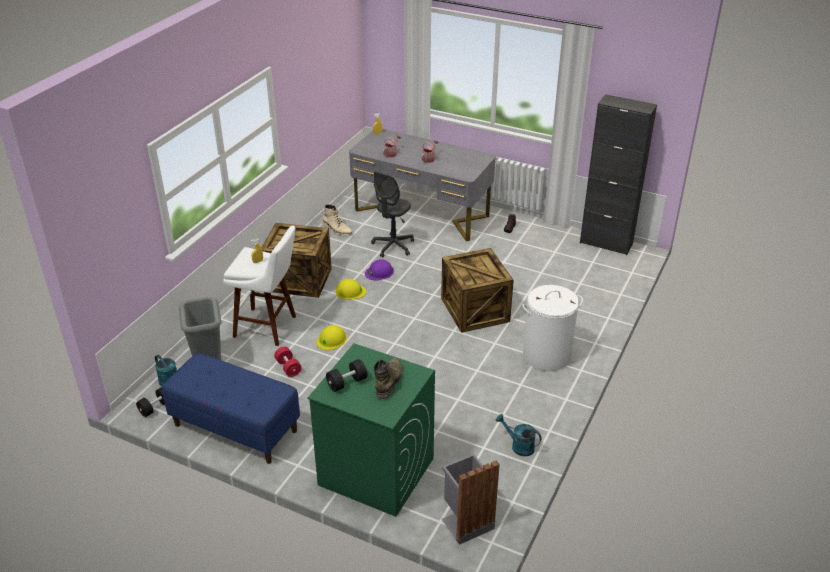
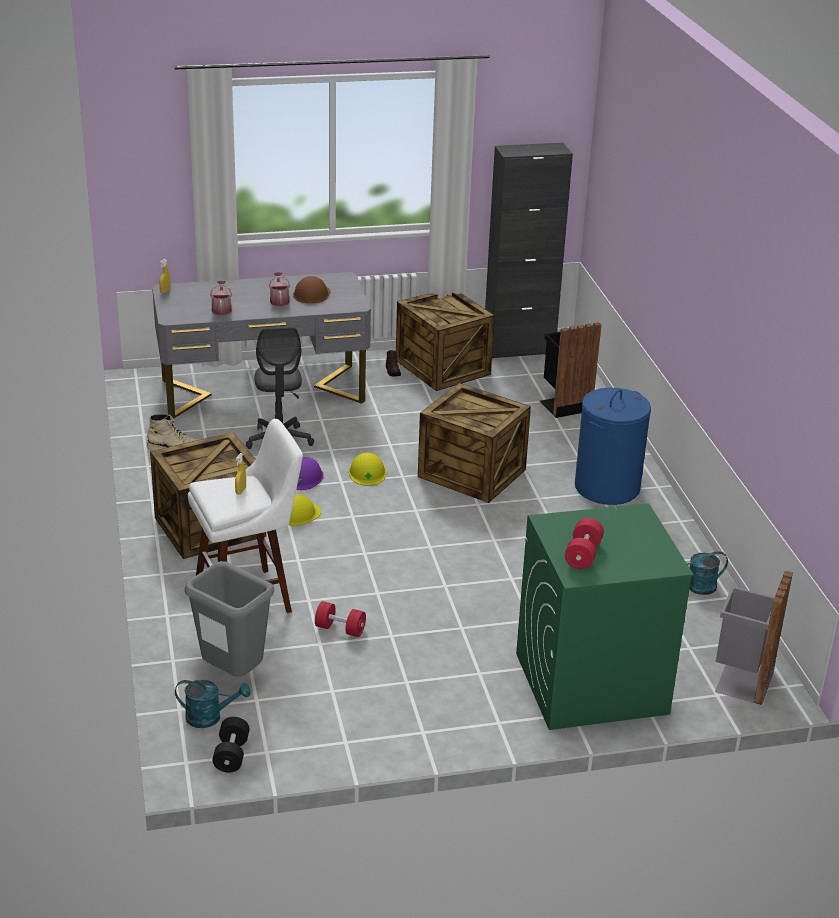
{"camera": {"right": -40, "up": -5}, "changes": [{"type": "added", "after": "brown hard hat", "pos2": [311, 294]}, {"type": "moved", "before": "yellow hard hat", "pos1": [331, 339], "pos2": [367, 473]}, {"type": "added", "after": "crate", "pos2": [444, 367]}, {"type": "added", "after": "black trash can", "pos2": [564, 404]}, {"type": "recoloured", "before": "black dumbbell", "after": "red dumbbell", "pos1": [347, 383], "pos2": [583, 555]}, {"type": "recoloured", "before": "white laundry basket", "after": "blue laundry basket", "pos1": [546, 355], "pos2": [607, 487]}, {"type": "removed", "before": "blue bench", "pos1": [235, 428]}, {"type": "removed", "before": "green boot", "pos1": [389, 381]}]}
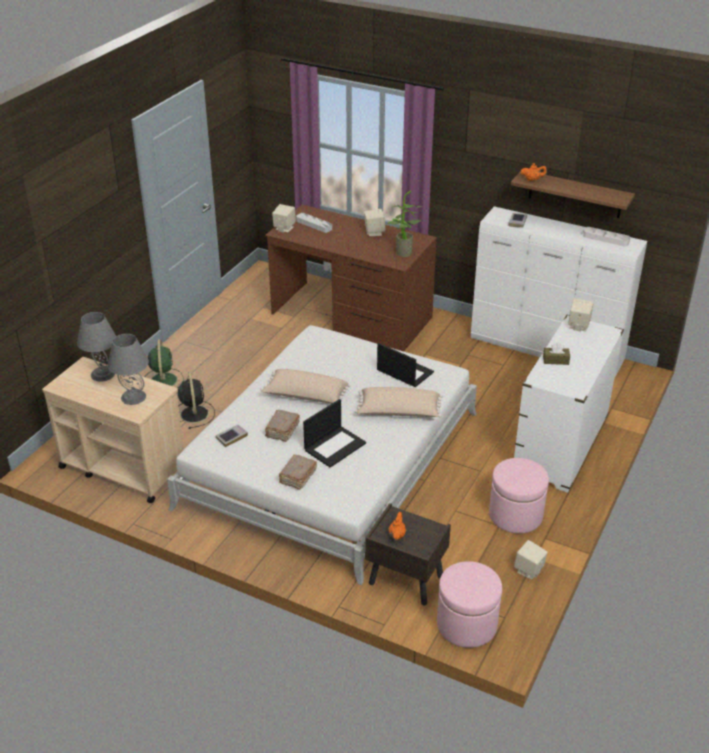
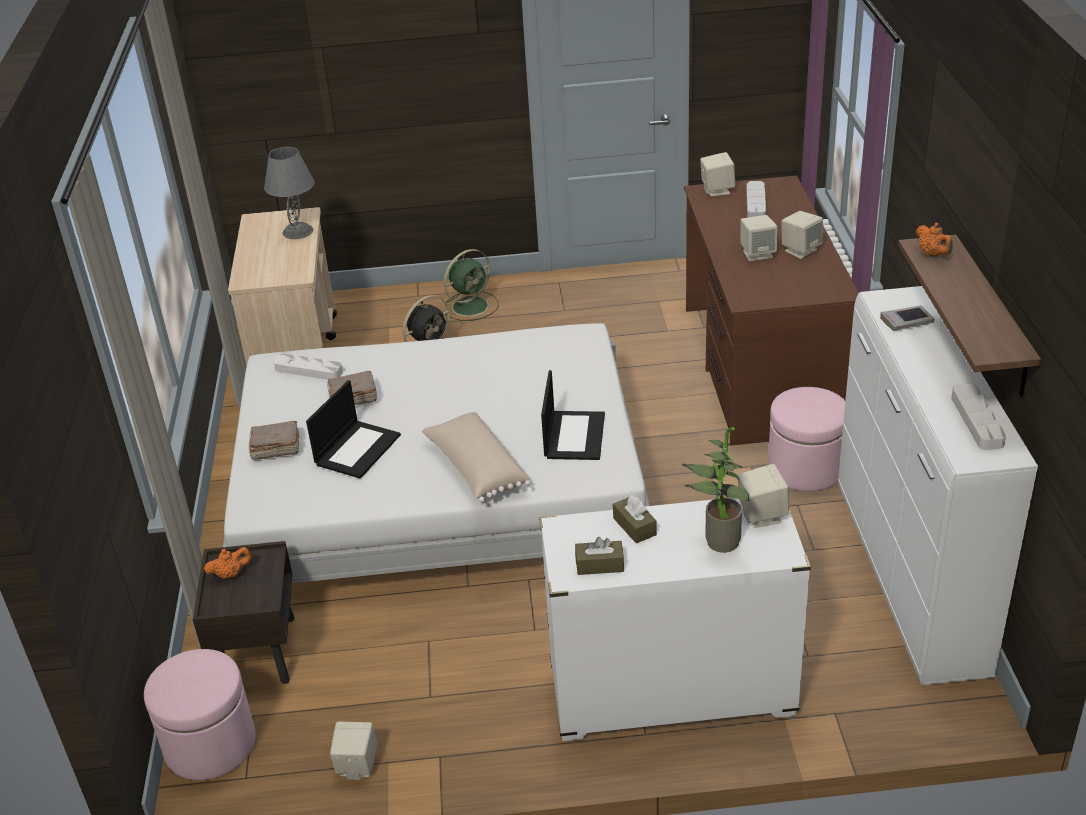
{"camera": {"right": 60, "up": 0}, "changes": [{"type": "replaced", "before": "book", "after": "white tray", "pos1": [231, 437], "pos2": [309, 370]}, {"type": "turned", "before": "laptop", "pos1": [335, 446], "pos2": [357, 449], "turn": -75}, {"type": "added", "after": "brown tissue box", "pos2": [599, 565]}, {"type": "moved", "before": "potted plant", "pos1": [403, 254], "pos2": [717, 542]}, {"type": "added", "after": "beige speaker", "pos2": [757, 254]}, {"type": "moved", "before": "pink ottoman", "pos1": [515, 515], "pos2": [805, 468]}, {"type": "removed", "before": "grey table lamp", "pos1": [133, 397]}, {"type": "removed", "before": "beige pillow", "pos1": [305, 396]}]}
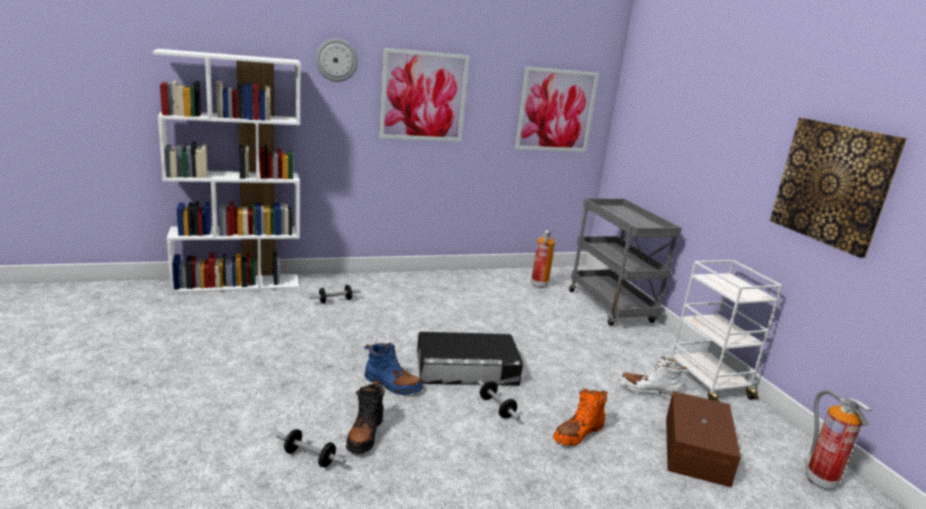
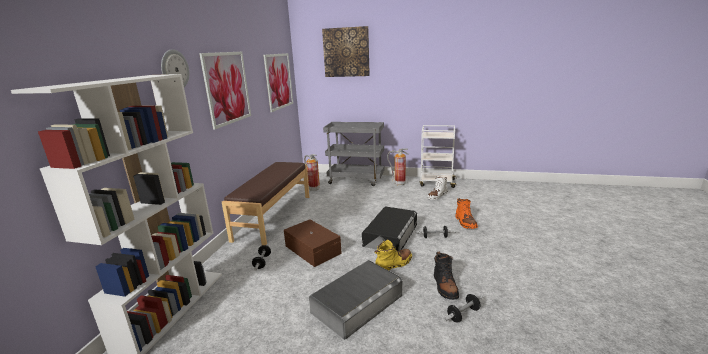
{"camera": {"right": -55, "up": 0}, "changes": [{"type": "added", "after": "brown bench", "pos2": [273, 217]}, {"type": "moved", "before": "brown storage box", "pos1": [697, 450], "pos2": [313, 249]}, {"type": "added", "after": "grey storage box", "pos2": [357, 304]}, {"type": "moved", "before": "picture", "pos1": [833, 184], "pos2": [346, 52]}, {"type": "recoloured", "before": "blue boot", "after": "yellow boot", "pos1": [392, 384], "pos2": [394, 264]}, {"type": "moved", "before": "fire extinguisher", "pos1": [818, 480], "pos2": [399, 183]}, {"type": "turned", "before": "black boot", "pos1": [365, 434], "pos2": [445, 286], "turn": 45}]}
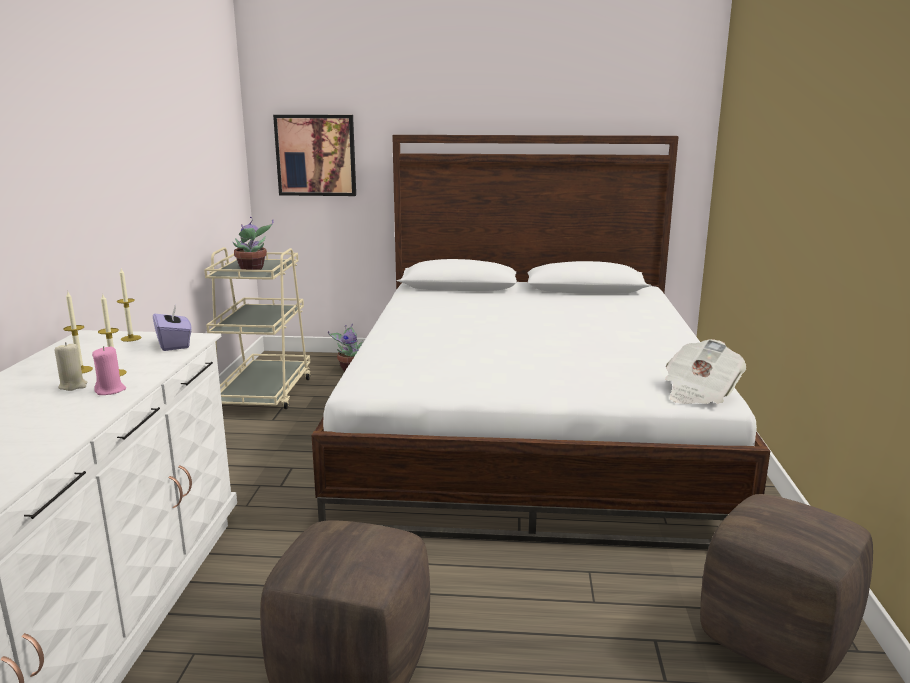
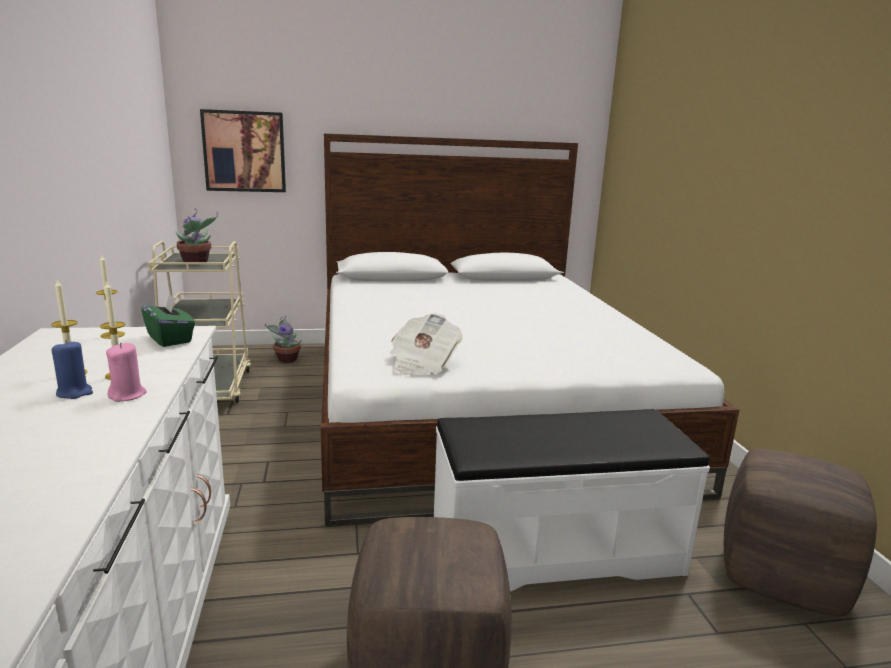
{"camera": {"right": -15, "up": 0}, "changes": [{"type": "recoloured", "before": "beige candle", "after": "blue candle", "pos1": [73, 386], "pos2": [74, 393]}, {"type": "recoloured", "before": "purple tissue box", "after": "green tissue box", "pos1": [174, 344], "pos2": [170, 339]}, {"type": "moved", "before": "newspaper", "pos1": [699, 393], "pos2": [422, 364]}, {"type": "added", "after": "white bench", "pos2": [554, 549]}]}
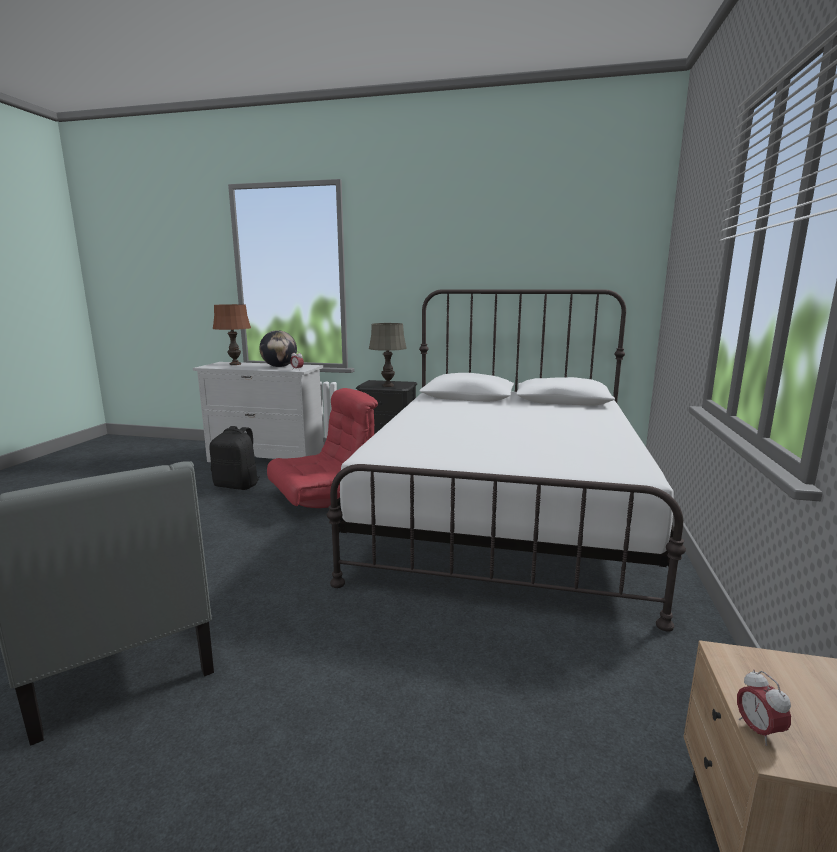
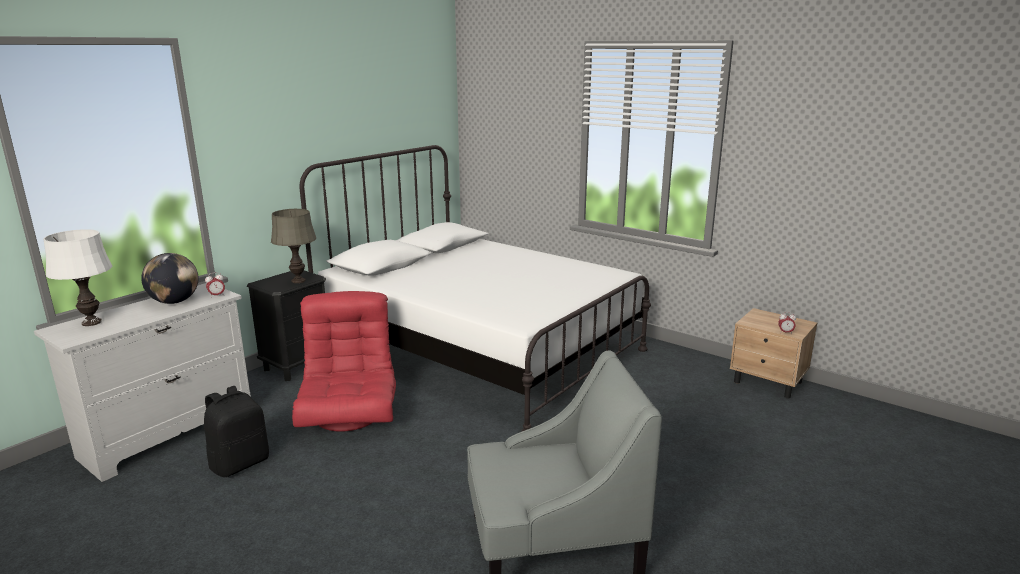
{"camera": {"right": -65, "up": 5}, "changes": [{"type": "recoloured", "before": "brown table lamp", "after": "white table lamp", "pos1": [235, 364], "pos2": [92, 322]}]}
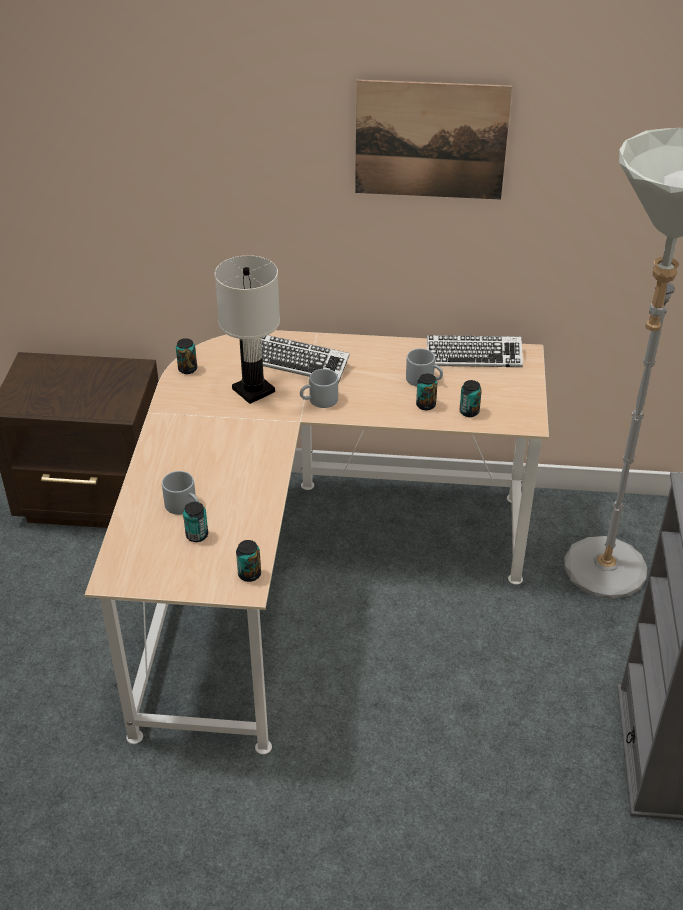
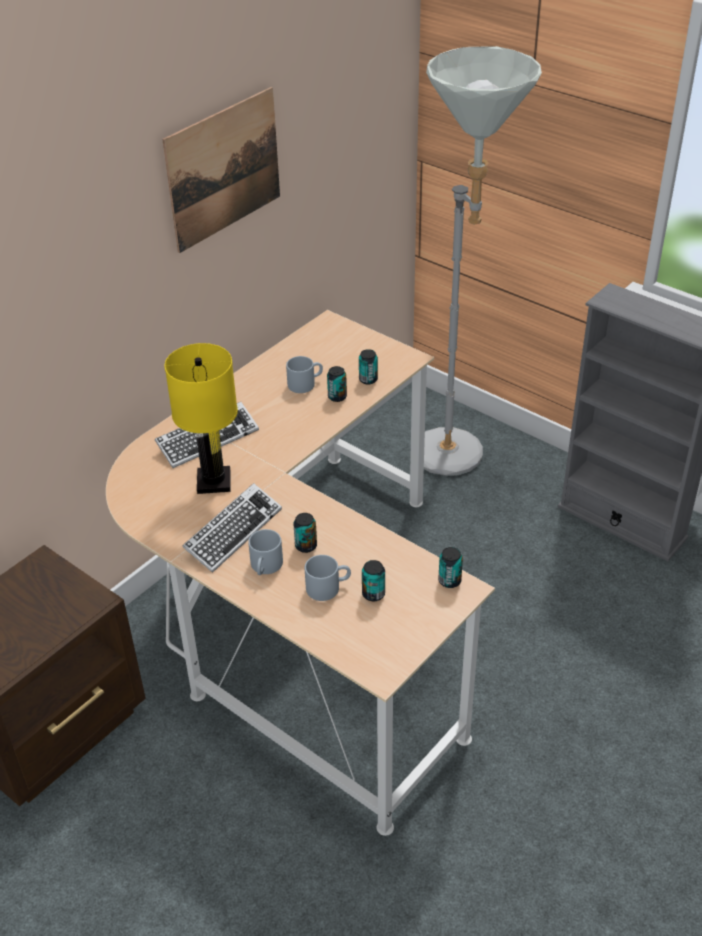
{"camera": {"right": -55, "up": 0}, "changes": [{"type": "recoloured", "before": "white table lamp", "after": "yellow table lamp", "pos1": [252, 390], "pos2": [213, 482]}, {"type": "moved", "before": "keyboard", "pos1": [473, 356], "pos2": [233, 532]}, {"type": "moved", "before": "grey mug", "pos1": [319, 401], "pos2": [266, 567]}, {"type": "moved", "before": "can", "pos1": [187, 369], "pos2": [306, 546]}]}
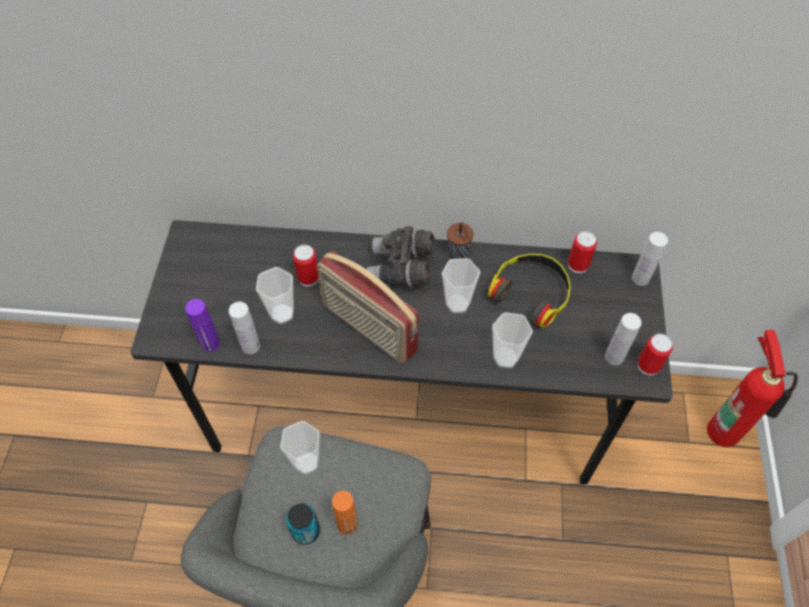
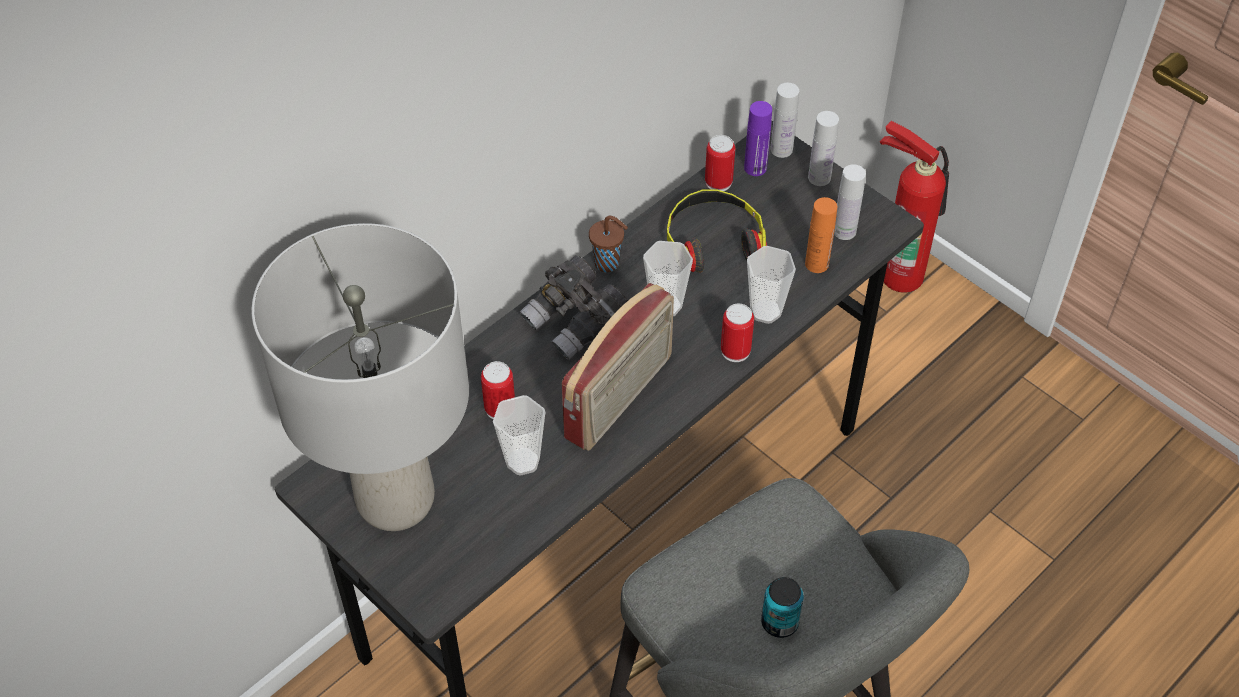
{"camera": {"right": -50, "up": -5}, "changes": [{"type": "added", "after": "grey table lamp", "pos2": [396, 499]}, {"type": "turned", "before": "radio", "pos1": [368, 329], "pos2": [620, 398], "turn": -45}, {"type": "moved", "before": "can", "pos1": [648, 365], "pos2": [735, 350]}, {"type": "moved", "before": "purple bottle", "pos1": [210, 343], "pos2": [755, 168]}, {"type": "moved", "before": "orange bottle", "pos1": [347, 524], "pos2": [816, 264]}, {"type": "moved", "before": "white bottle", "pos1": [250, 346], "pos2": [819, 177]}, {"type": "removed", "before": "cup", "pos1": [306, 462]}]}
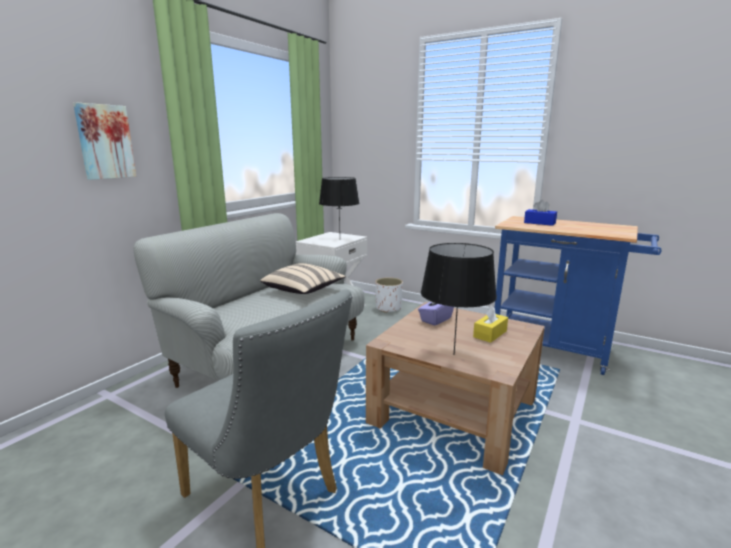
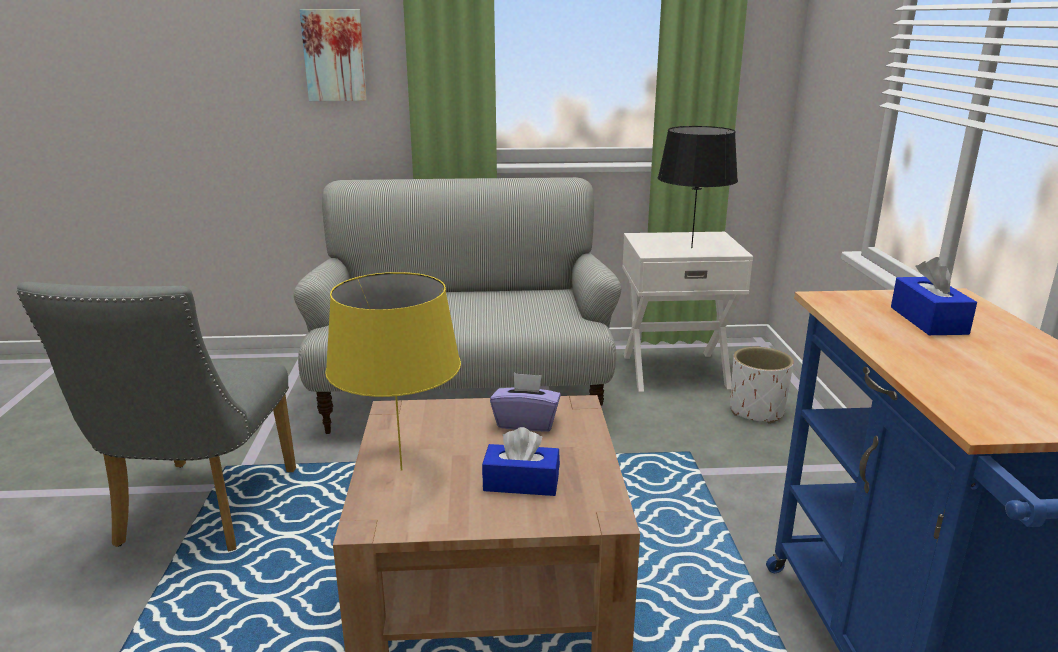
{"camera": {"right": 55, "up": 5}, "changes": [{"type": "recoloured", "before": "black table lamp", "after": "yellow table lamp", "pos1": [453, 354], "pos2": [401, 469]}, {"type": "recoloured", "before": "yellow tissue box", "after": "blue tissue box", "pos1": [490, 334], "pos2": [521, 483]}, {"type": "removed", "before": "beige pillow", "pos1": [303, 290]}]}
